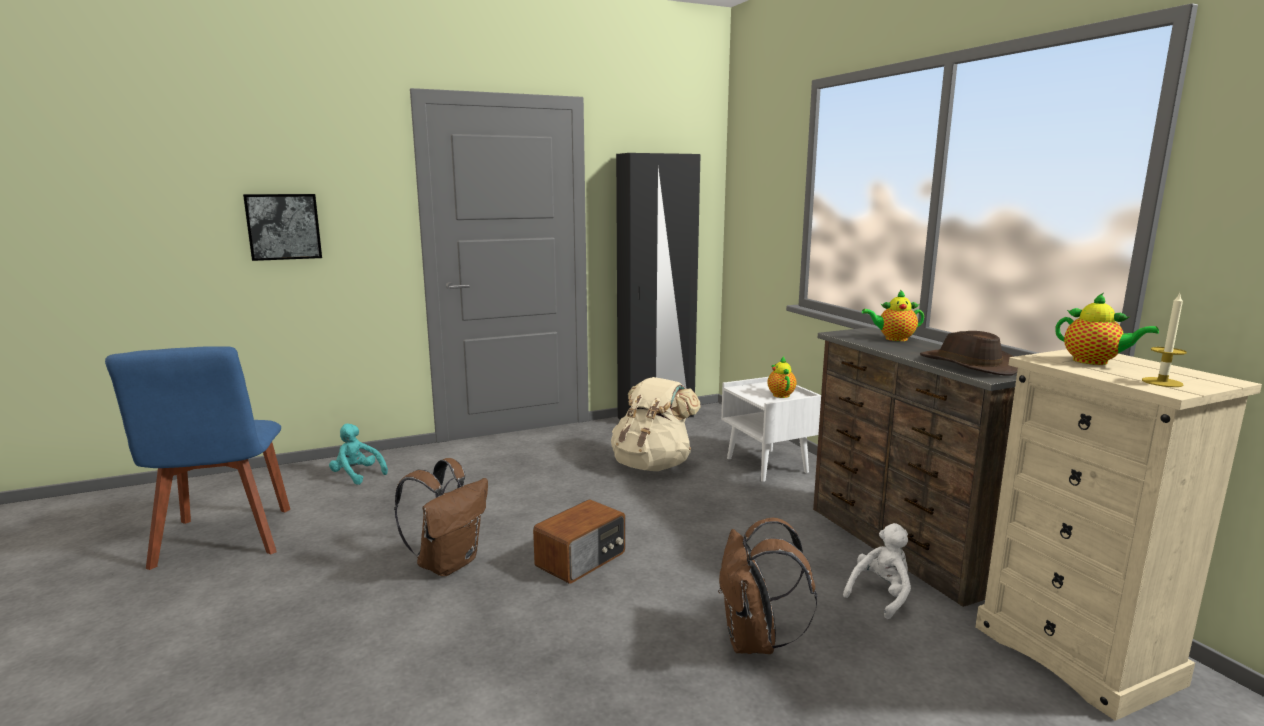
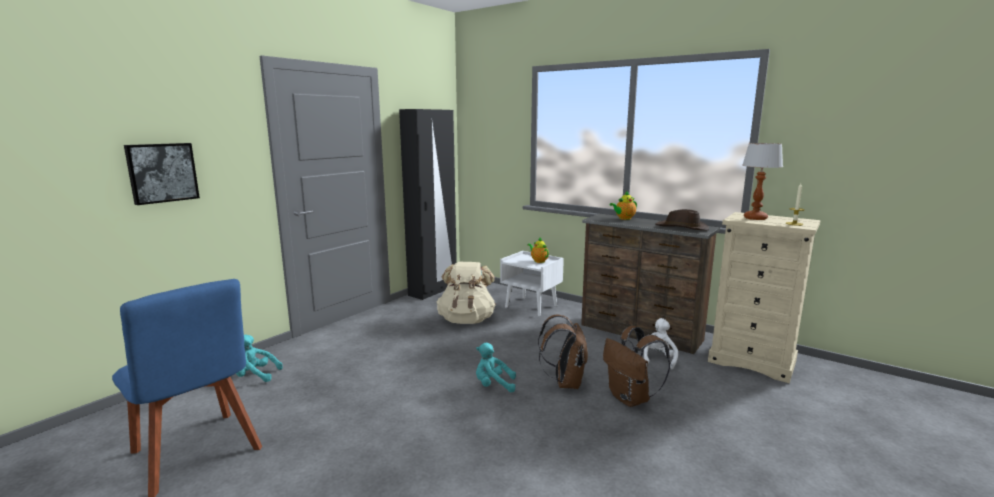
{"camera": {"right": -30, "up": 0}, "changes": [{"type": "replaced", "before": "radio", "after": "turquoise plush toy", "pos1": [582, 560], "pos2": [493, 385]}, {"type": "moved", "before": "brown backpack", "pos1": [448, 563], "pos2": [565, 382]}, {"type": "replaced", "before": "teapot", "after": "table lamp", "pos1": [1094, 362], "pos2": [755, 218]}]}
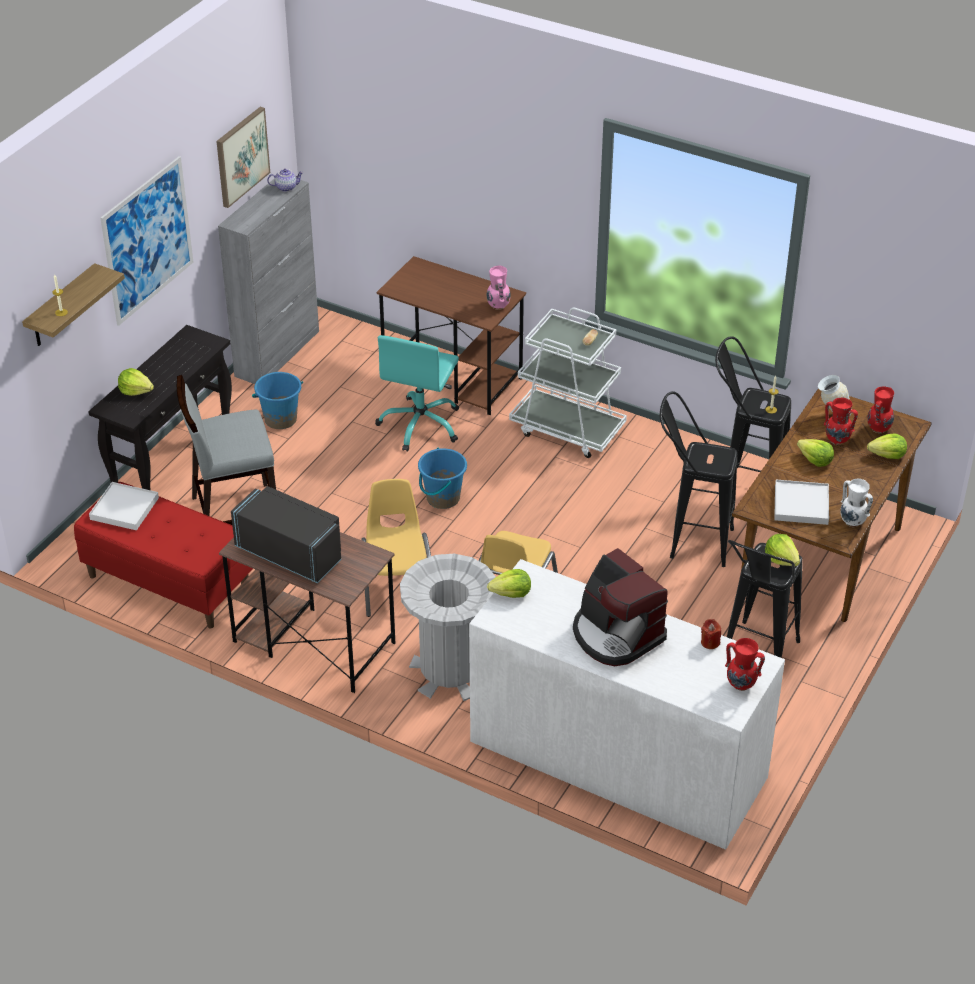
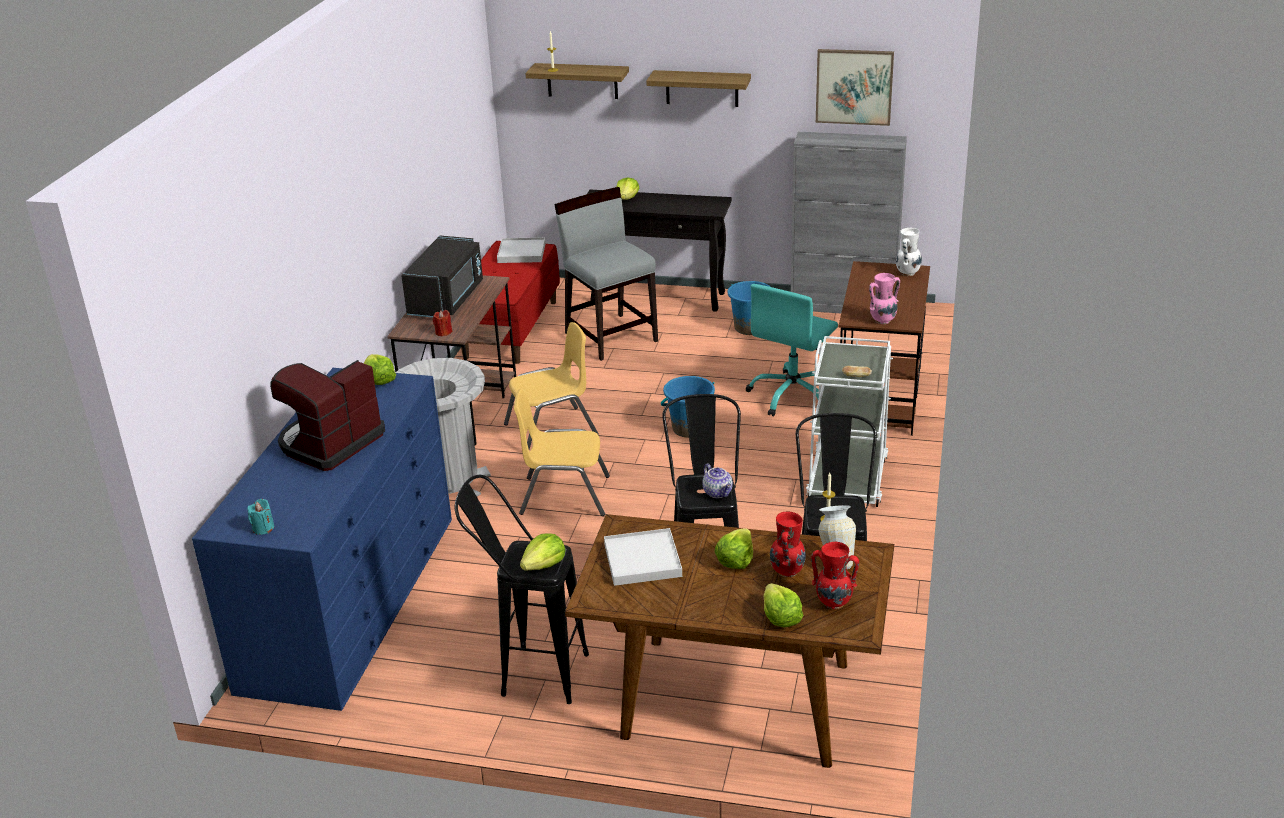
{"camera": {"right": 75, "up": -10}, "changes": [{"type": "recoloured", "before": "white dresser", "after": "blue dresser", "pos1": [617, 759], "pos2": [350, 600]}, {"type": "replaced", "before": "red vase", "after": "turquoise candle", "pos1": [741, 685], "pos2": [263, 528]}, {"type": "moved", "before": "red candle", "pos1": [710, 642], "pos2": [443, 332]}, {"type": "replaced", "before": "picture", "after": "shelf", "pos1": [148, 240], "pos2": [702, 88]}, {"type": "moved", "before": "teapot", "pos1": [286, 187], "pos2": [718, 492]}, {"type": "turned", "before": "turquoise office chair", "pos1": [421, 425], "pos2": [792, 395], "turn": -60}, {"type": "moved", "before": "white vase", "pos1": [852, 522], "pos2": [907, 273]}]}
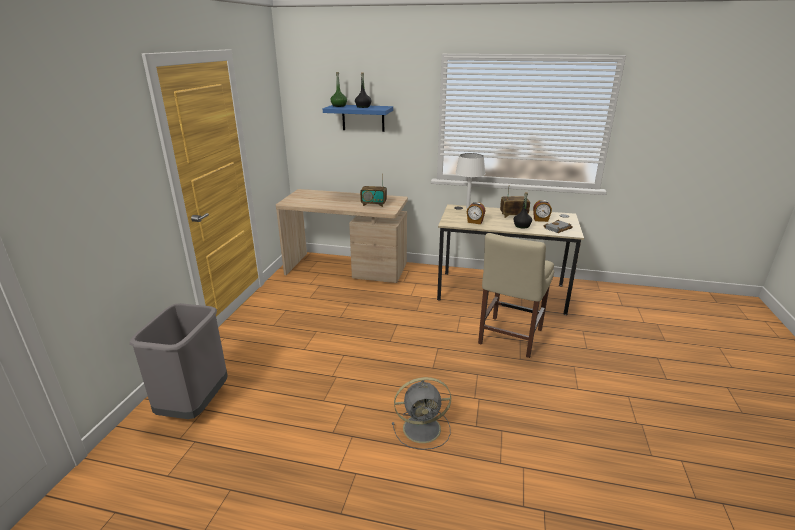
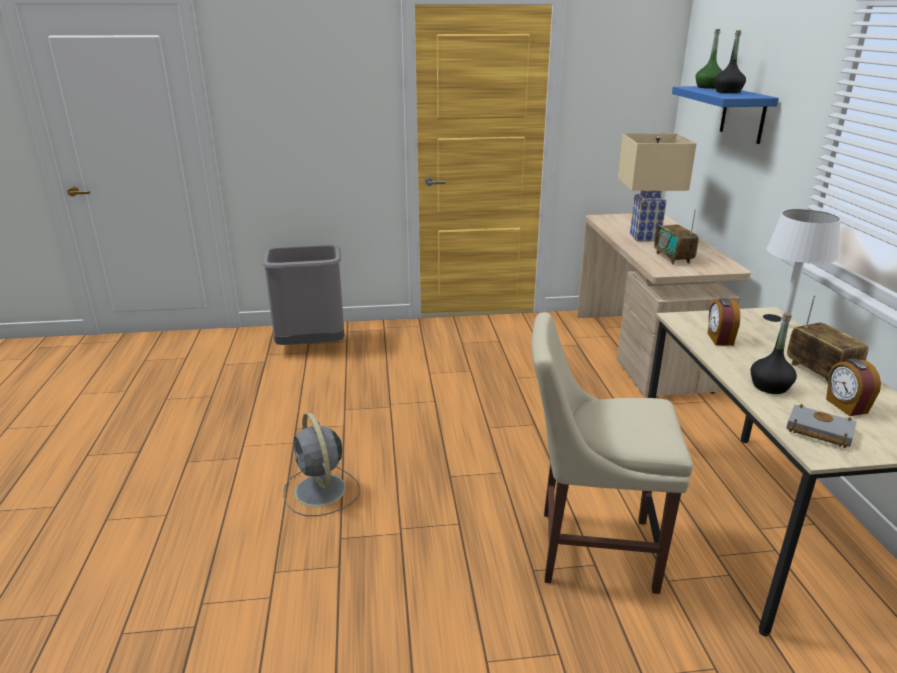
{"camera": {"right": 70, "up": 0}, "changes": [{"type": "added", "after": "beige table lamp", "pos2": [644, 237]}]}
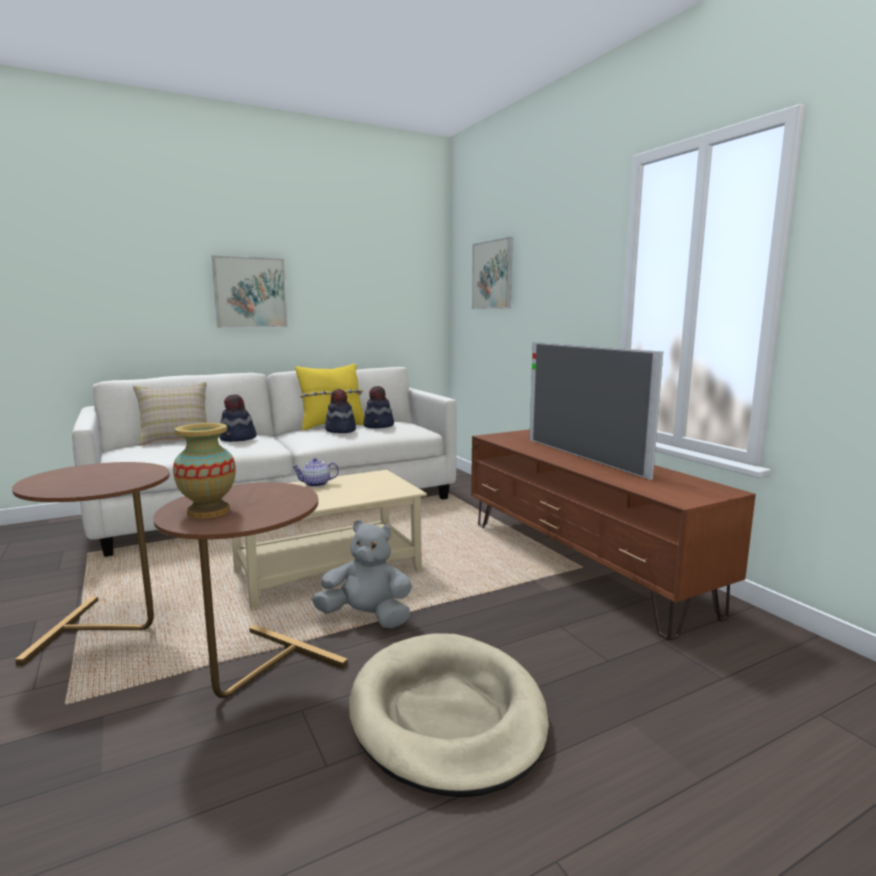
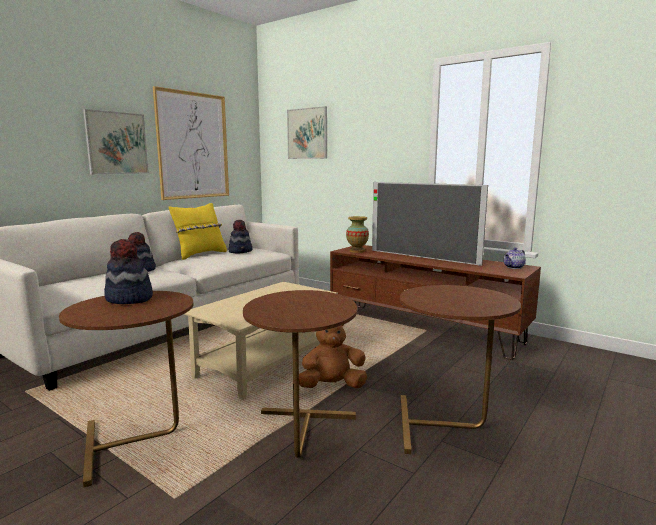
{"camera": {"right": -25, "up": 0}, "changes": [{"type": "moved", "before": "hat", "pos1": [340, 430], "pos2": [129, 299]}, {"type": "added", "after": "picture", "pos2": [193, 146]}, {"type": "recoloured", "before": "grey plush toy", "after": "brown plush toy", "pos1": [366, 617], "pos2": [332, 386]}, {"type": "moved", "before": "vase", "pos1": [208, 512], "pos2": [357, 251]}, {"type": "replaced", "before": "beige dog bed", "after": "brown side table", "pos1": [447, 715], "pos2": [448, 427]}, {"type": "moved", "before": "teapot", "pos1": [316, 484], "pos2": [514, 267]}, {"type": "removed", "before": "beige pillow", "pos1": [176, 440]}]}
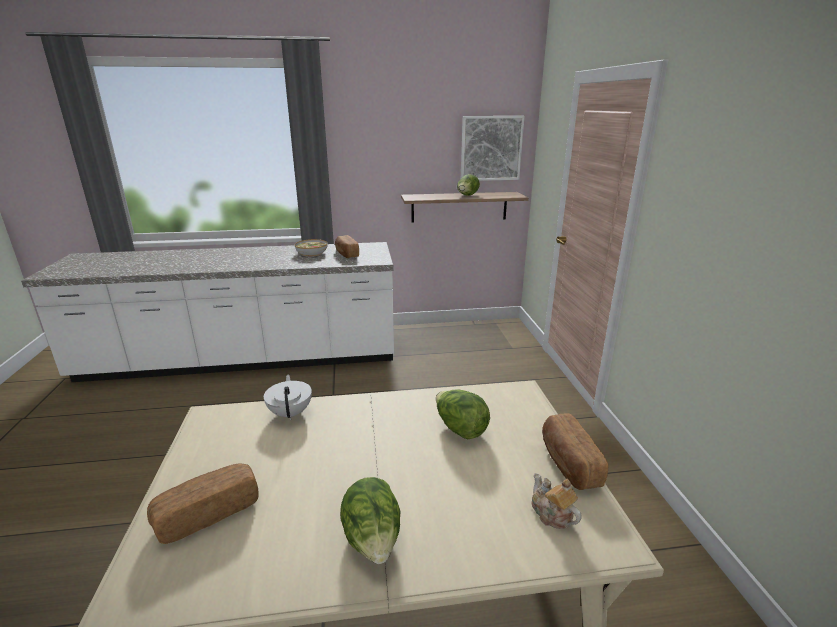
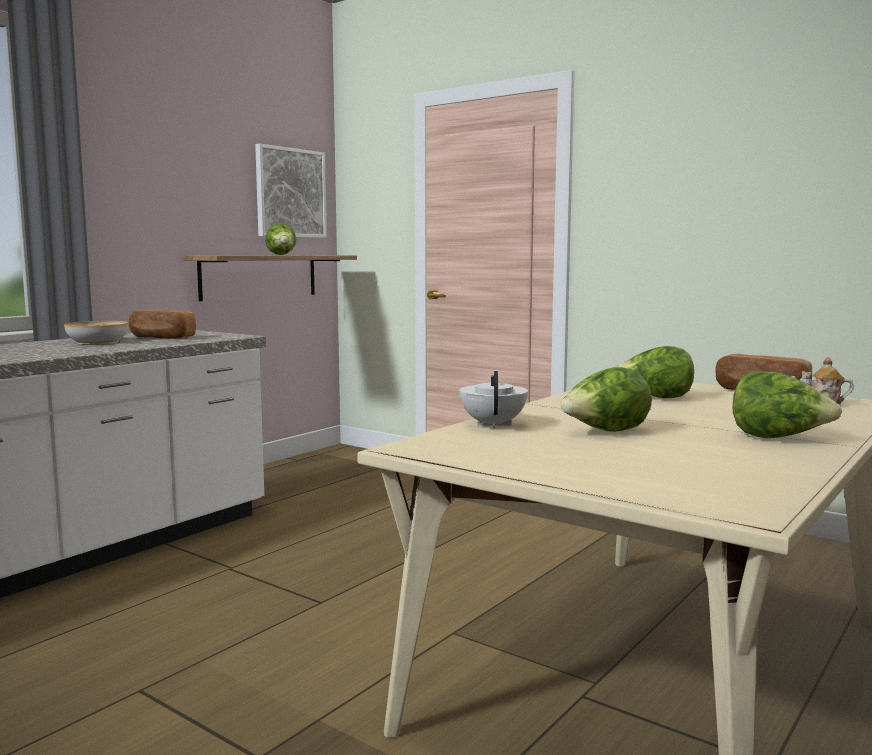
{"camera": {"right": -45, "up": -15}, "changes": [{"type": "turned", "before": "white teapot", "pos1": [291, 413], "pos2": [493, 425], "turn": 60}, {"type": "added", "after": "lettuce", "pos2": [605, 432]}, {"type": "removed", "before": "bread", "pos1": [208, 513]}]}
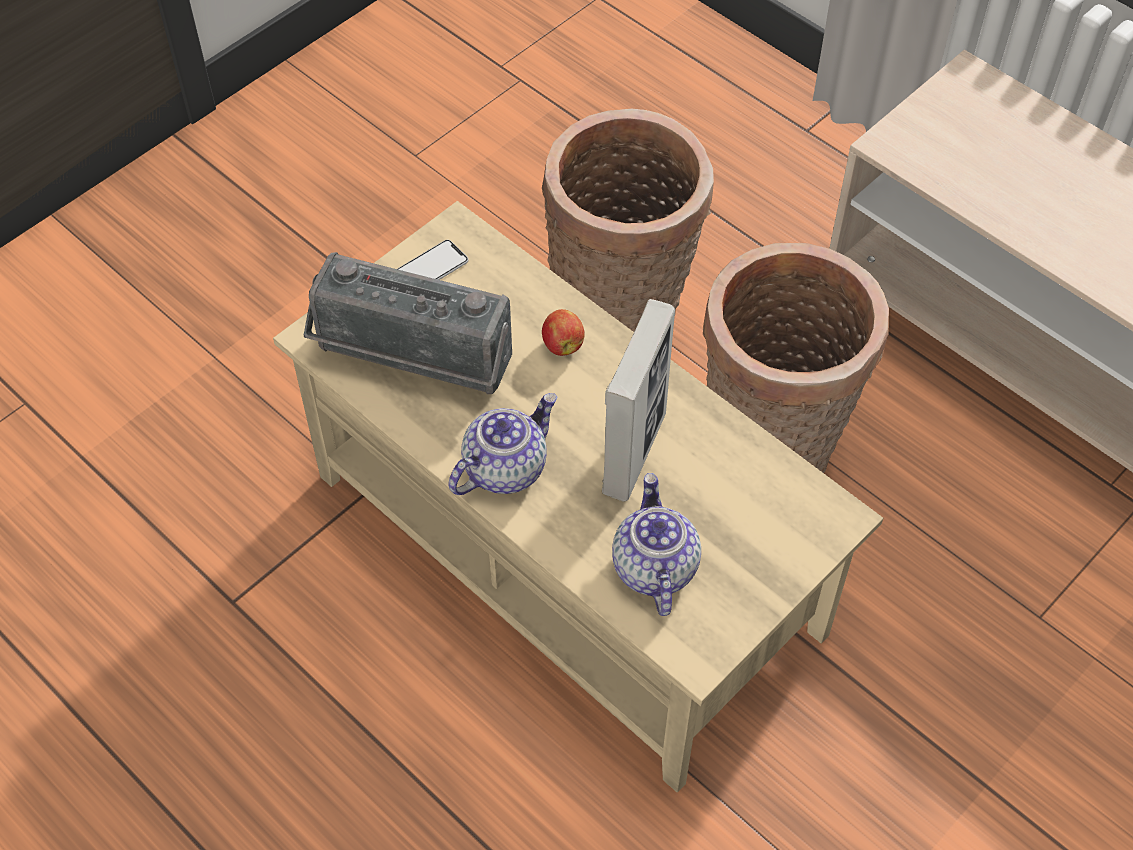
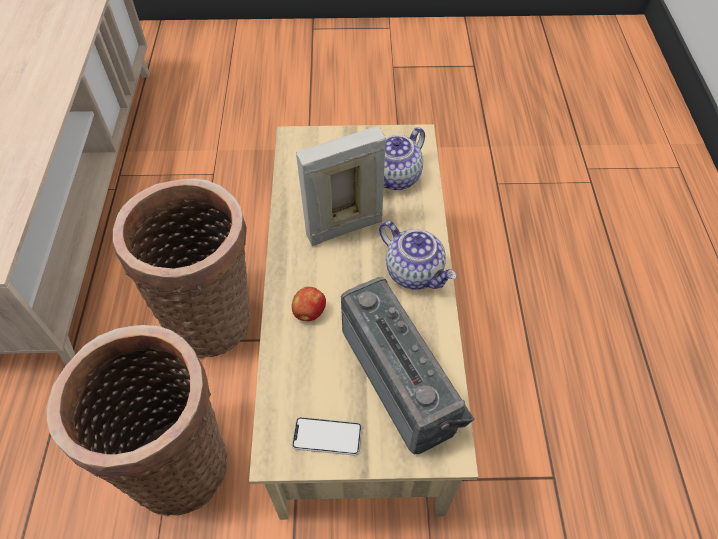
{"camera": {"right": -135, "up": 0}, "changes": [{"type": "turned", "before": "teapot", "pos1": [504, 467], "pos2": [415, 272], "turn": -135}]}
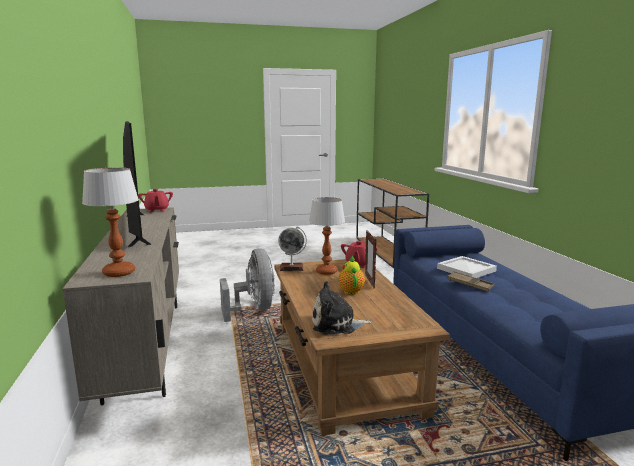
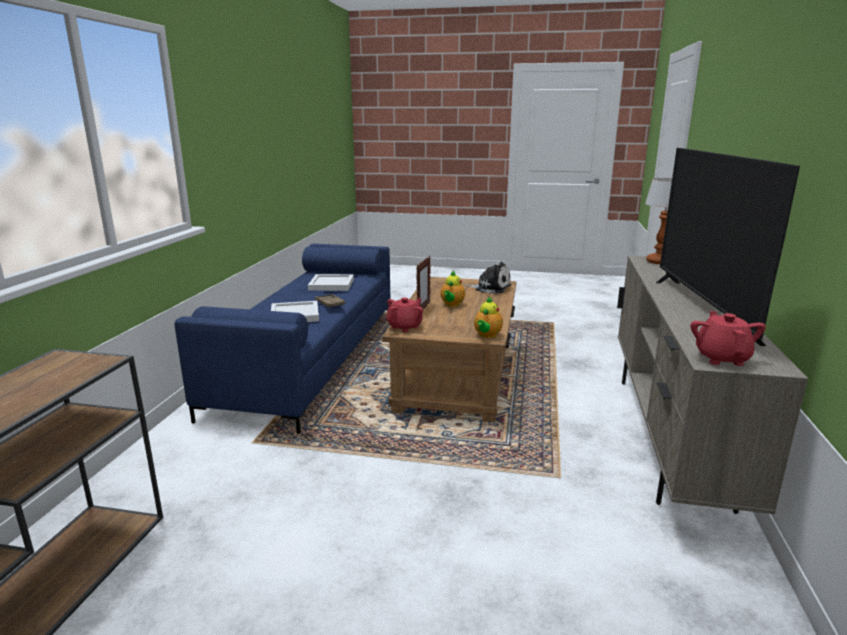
{"camera": {"right": -155, "up": 5}, "changes": [{"type": "added", "after": "white tray", "pos2": [331, 284]}, {"type": "replaced", "before": "globe", "after": "teapot", "pos1": [291, 268], "pos2": [487, 335]}, {"type": "removed", "before": "grey fan", "pos1": [254, 309]}, {"type": "removed", "before": "table lamp", "pos1": [326, 272]}]}
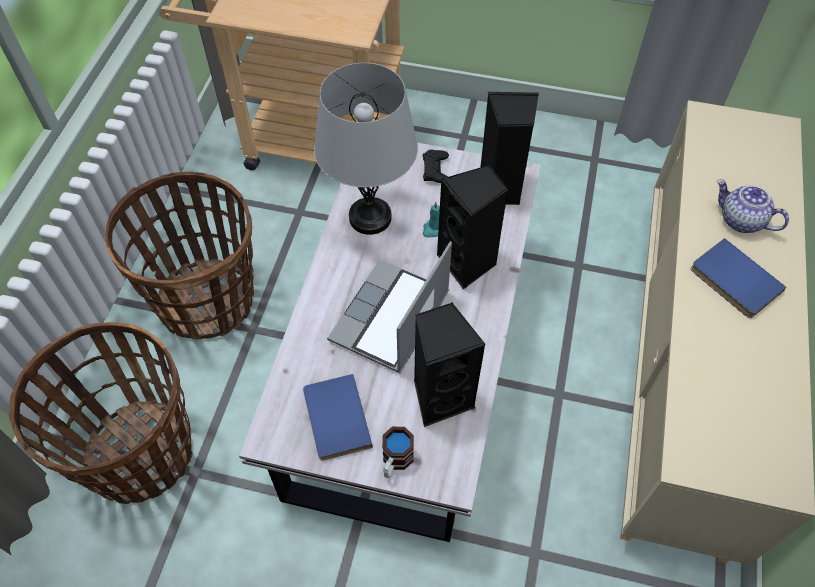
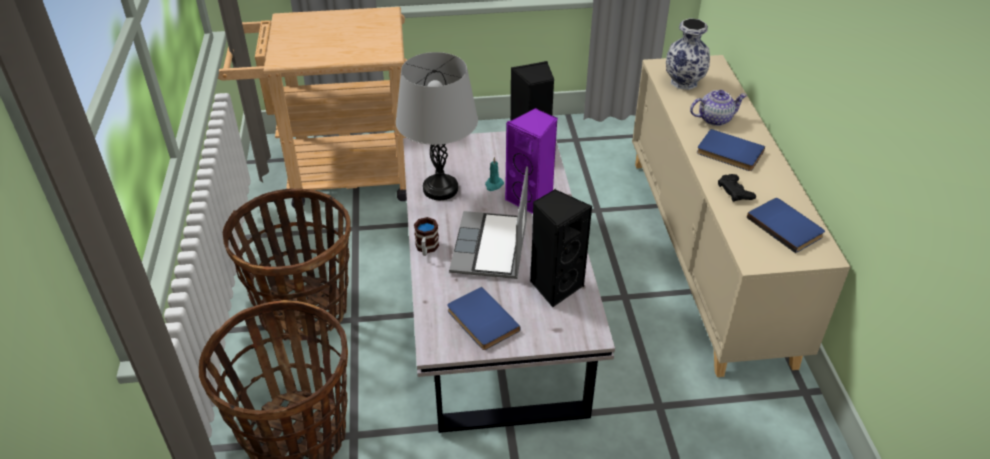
{"camera": {"right": -20, "up": -15}, "changes": [{"type": "moved", "before": "mug", "pos1": [395, 461], "pos2": [426, 248]}, {"type": "recoloured", "before": "black speaker", "after": "purple speaker", "pos1": [468, 263], "pos2": [531, 199]}, {"type": "added", "after": "vase", "pos2": [685, 82]}, {"type": "turned", "before": "teapot", "pos1": [740, 220], "pos2": [715, 119], "turn": 150}, {"type": "moved", "before": "black game controller", "pos1": [436, 170], "pos2": [735, 191]}, {"type": "added", "after": "blue book", "pos2": [786, 226]}]}
